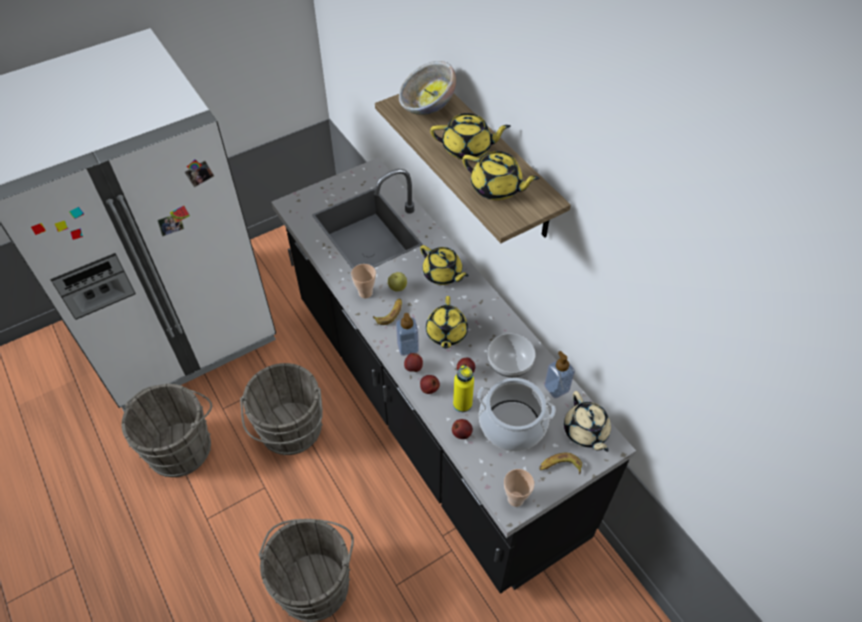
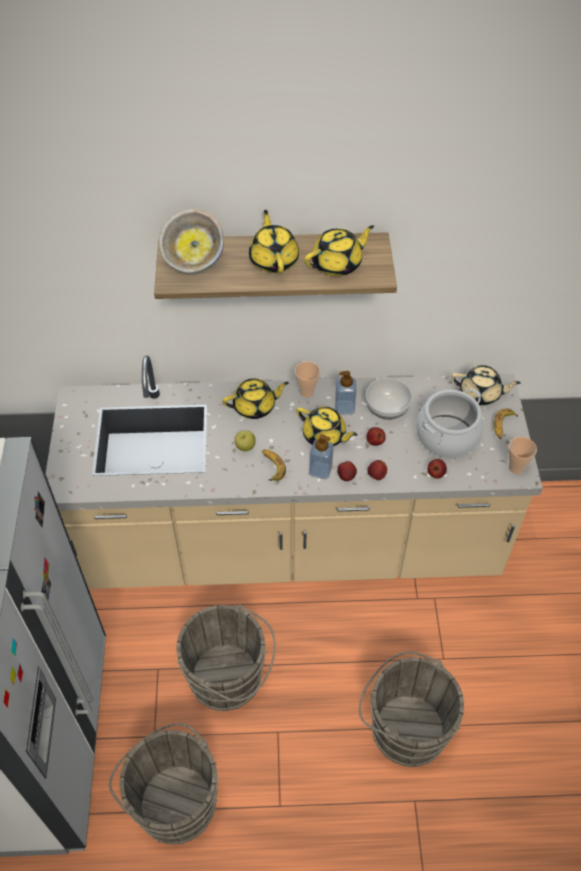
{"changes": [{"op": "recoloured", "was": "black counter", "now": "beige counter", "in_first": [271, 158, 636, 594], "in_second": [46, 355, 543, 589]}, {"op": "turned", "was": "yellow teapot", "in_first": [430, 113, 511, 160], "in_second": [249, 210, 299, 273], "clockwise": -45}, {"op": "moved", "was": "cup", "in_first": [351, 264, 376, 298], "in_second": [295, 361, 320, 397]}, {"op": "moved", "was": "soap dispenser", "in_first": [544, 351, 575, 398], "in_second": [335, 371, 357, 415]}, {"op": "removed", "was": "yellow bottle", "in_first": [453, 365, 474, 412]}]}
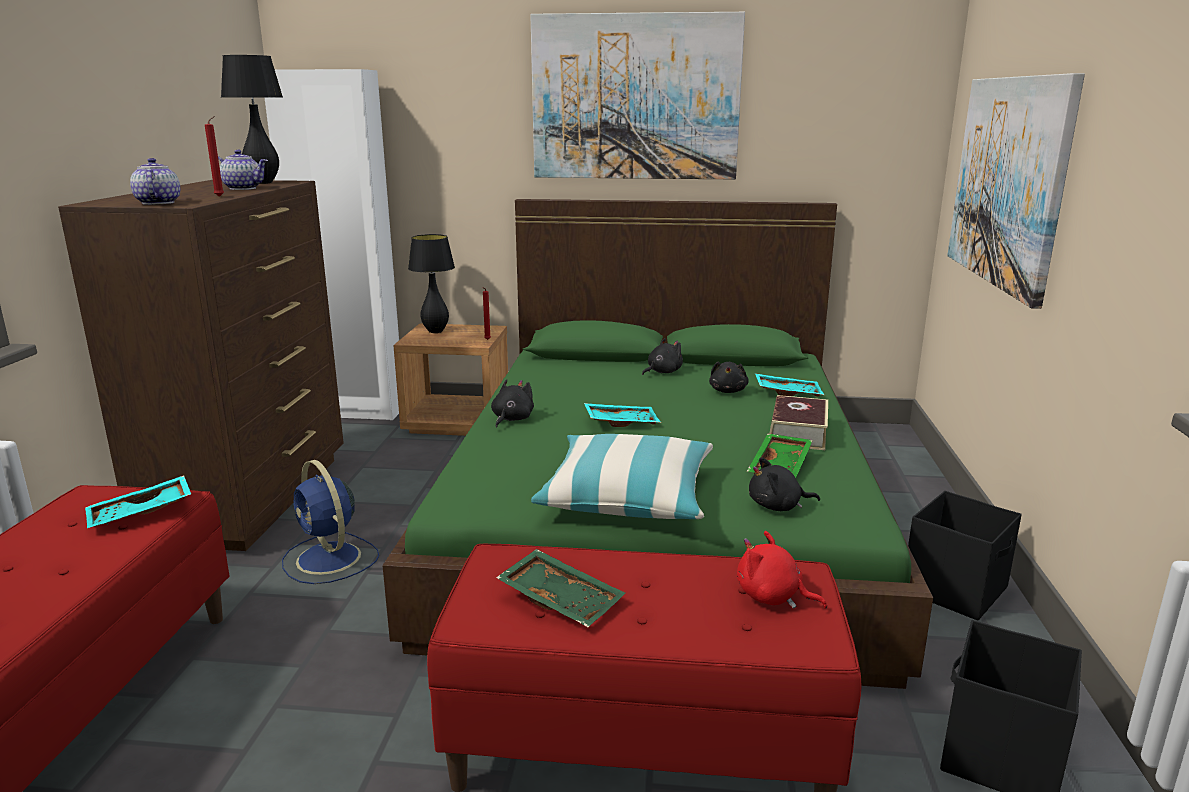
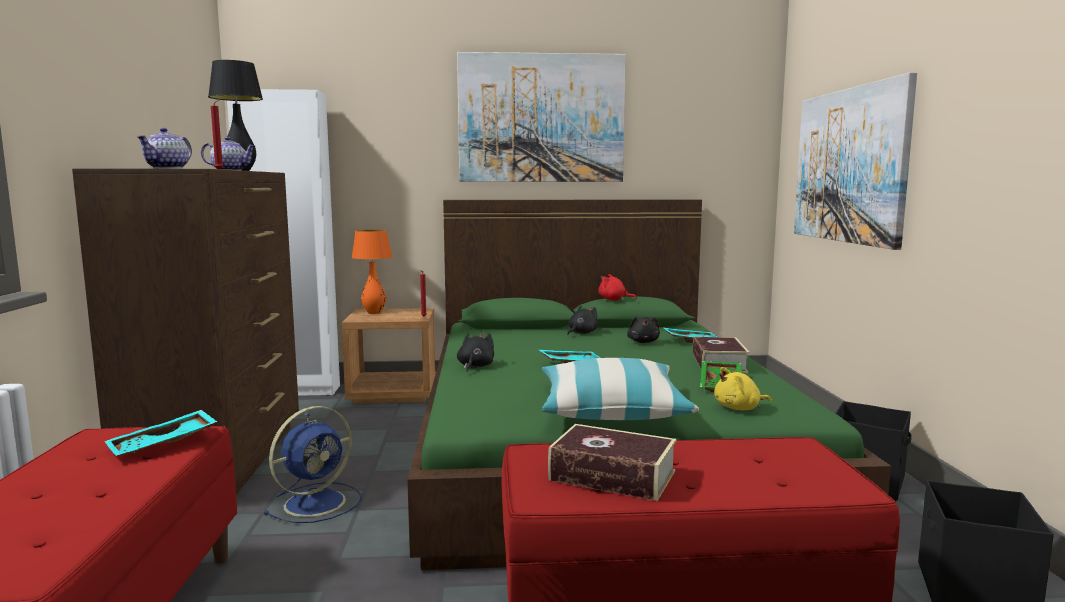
{"changes": [{"op": "turned", "was": "teapot", "in_first": [130, 158, 180, 205], "in_second": [137, 128, 192, 169], "clockwise": -135}, {"op": "turned", "was": "blue fan", "in_first": [282, 460, 379, 584], "in_second": [264, 406, 362, 523], "clockwise": -90}, {"op": "recoloured", "was": "black table lamp", "now": "orange table lamp", "in_first": [408, 234, 455, 333], "in_second": [351, 230, 392, 314]}, {"op": "replaced", "was": "green tray", "now": "book", "in_first": [496, 549, 625, 627], "in_second": [548, 424, 676, 501]}, {"op": "moved", "was": "red plush toy", "in_first": [737, 531, 827, 609], "in_second": [599, 274, 637, 301]}, {"op": "recoloured", "was": "black plush toy", "now": "yellow plush toy", "in_first": [749, 457, 820, 511], "in_second": [714, 367, 772, 410]}]}
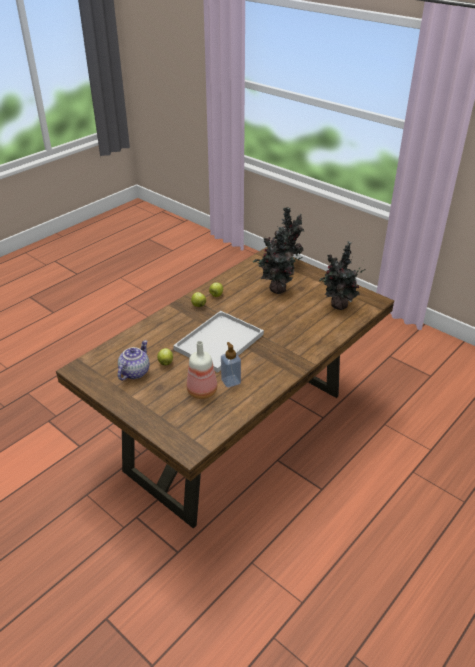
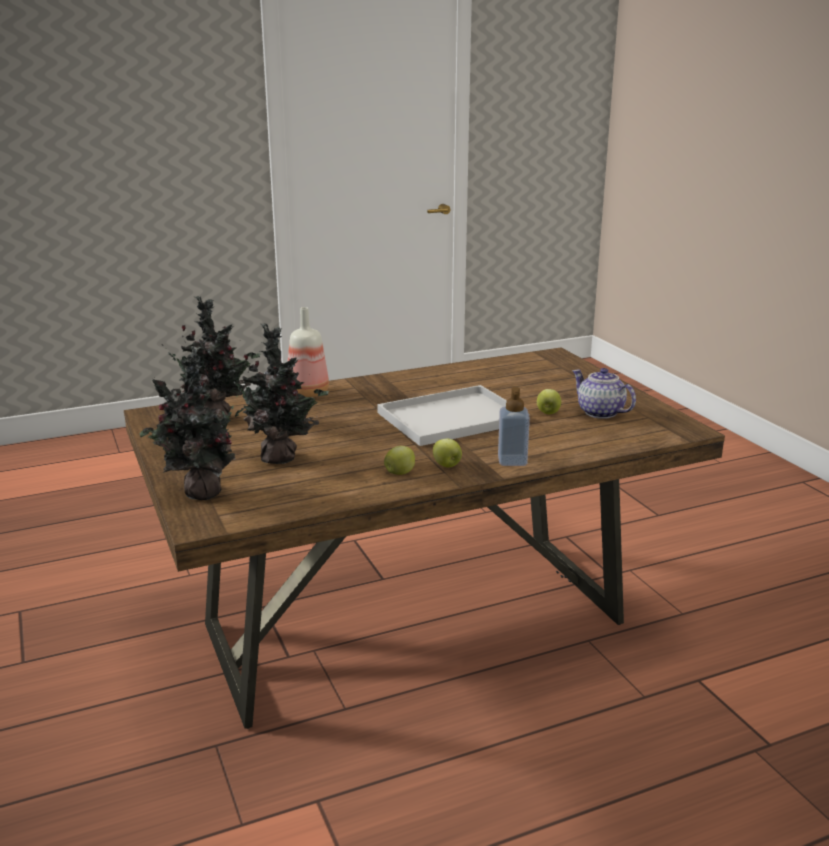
{"changes": [{"op": "moved", "was": "bottle", "in_first": [187, 341, 217, 399], "in_second": [288, 307, 329, 397]}, {"op": "moved", "was": "soap dispenser", "in_first": [221, 342, 241, 388], "in_second": [498, 387, 530, 466]}, {"op": "turned", "was": "teapot", "in_first": [118, 340, 149, 380], "in_second": [572, 368, 636, 419], "clockwise": 90}]}
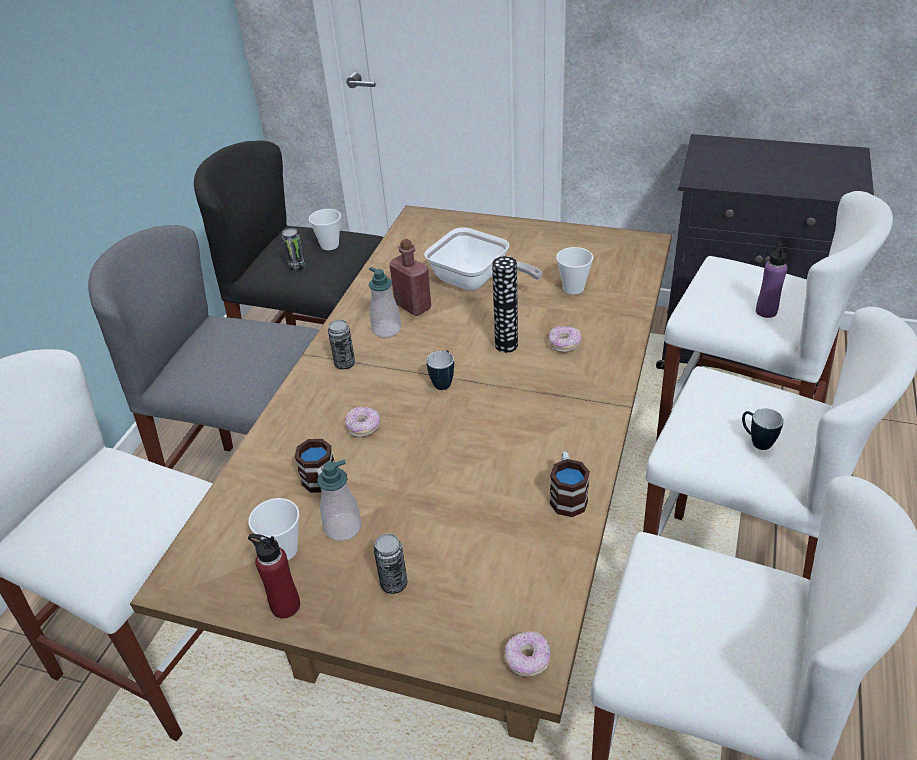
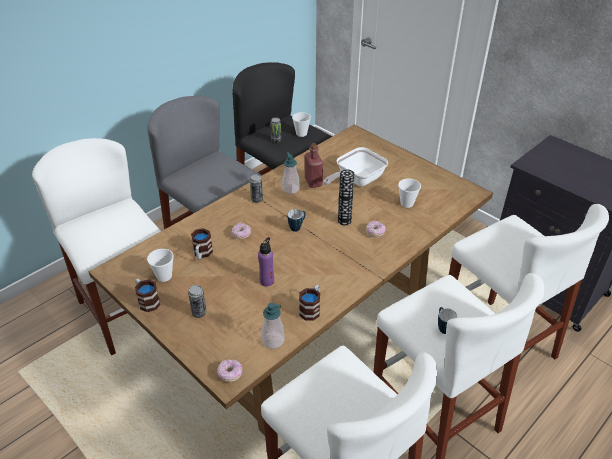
{"changes": [{"op": "replaced", "was": "red bottle", "now": "mug", "in_first": [248, 534, 300, 618], "in_second": [135, 278, 161, 312]}, {"op": "moved", "was": "purple bottle", "in_first": [756, 241, 788, 318], "in_second": [258, 237, 274, 286]}, {"op": "moved", "was": "soap dispenser", "in_first": [317, 460, 362, 541], "in_second": [262, 303, 285, 349]}, {"op": "turned", "was": "frying pan", "in_first": [424, 227, 542, 291], "in_second": [323, 147, 388, 186], "clockwise": 75}]}
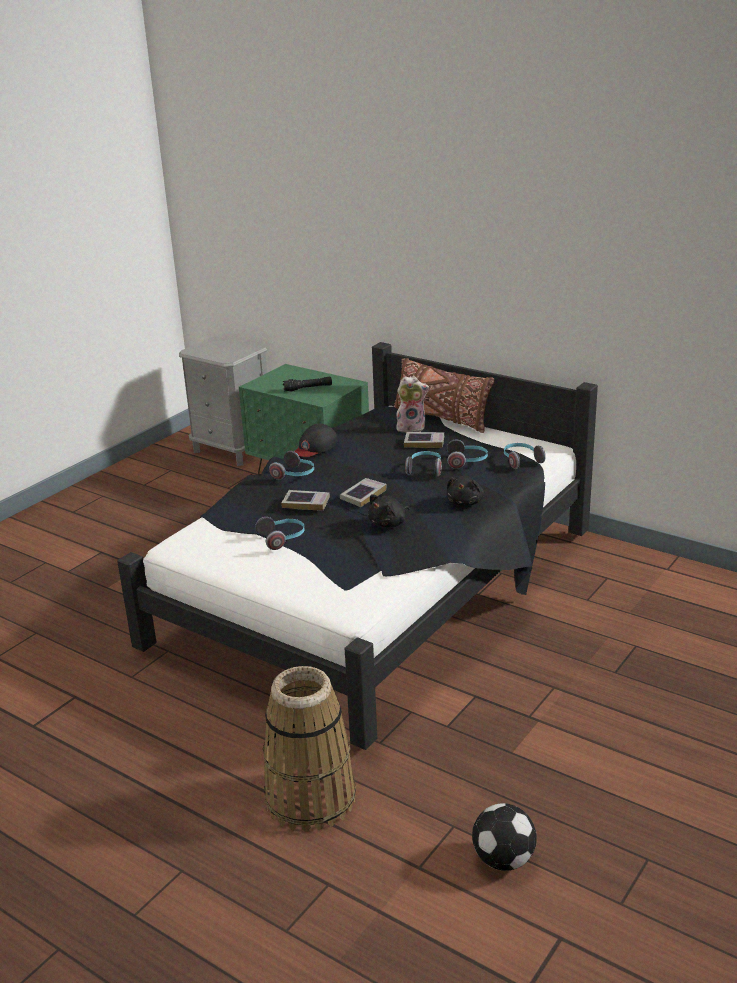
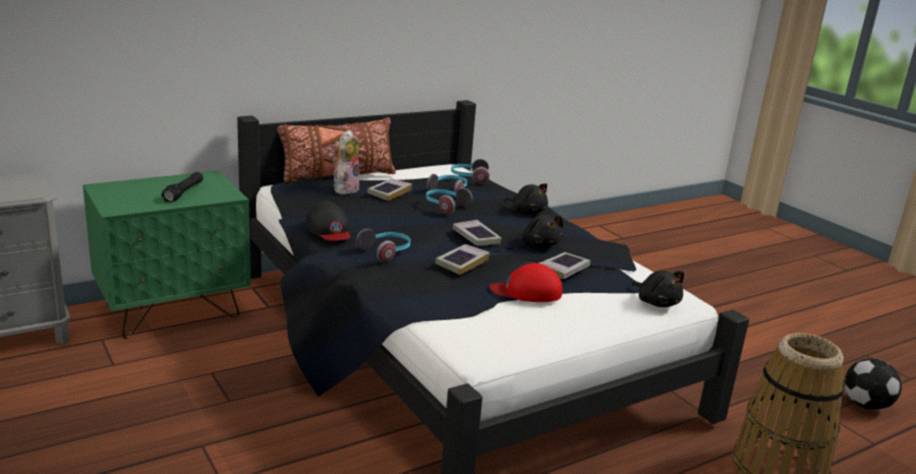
{"changes": [{"op": "replaced", "was": "headphones", "now": "red cap", "in_first": [255, 517, 305, 550], "in_second": [489, 263, 562, 302]}, {"op": "added", "now": "book", "in_second": [539, 252, 591, 279]}, {"op": "added", "now": "black plush toy", "in_second": [631, 270, 684, 307]}]}
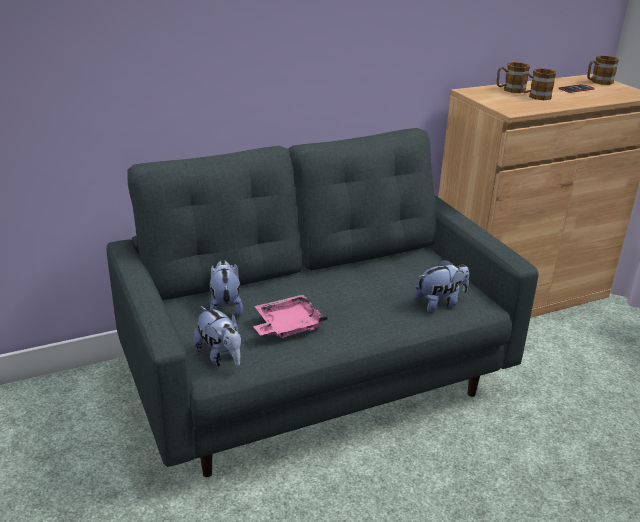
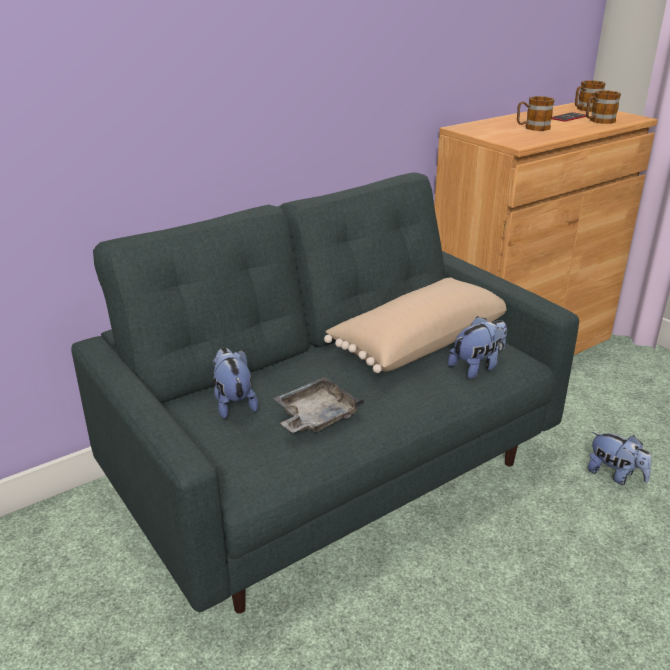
{"changes": [{"op": "recoloured", "was": "pink tray", "now": "grey tray", "in_first": [253, 295, 328, 338], "in_second": [273, 377, 364, 433]}, {"op": "added", "now": "beige pillow", "in_second": [324, 278, 506, 373]}, {"op": "moved", "was": "mug", "in_first": [497, 62, 530, 93], "in_second": [586, 90, 621, 124]}, {"op": "moved", "was": "plush toy", "in_first": [193, 306, 241, 366], "in_second": [587, 432, 652, 485]}]}
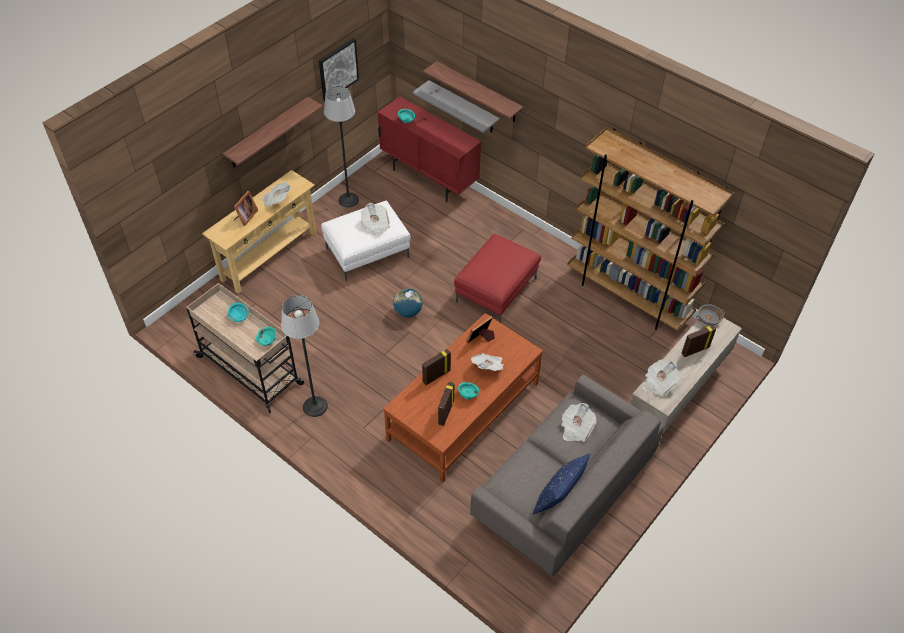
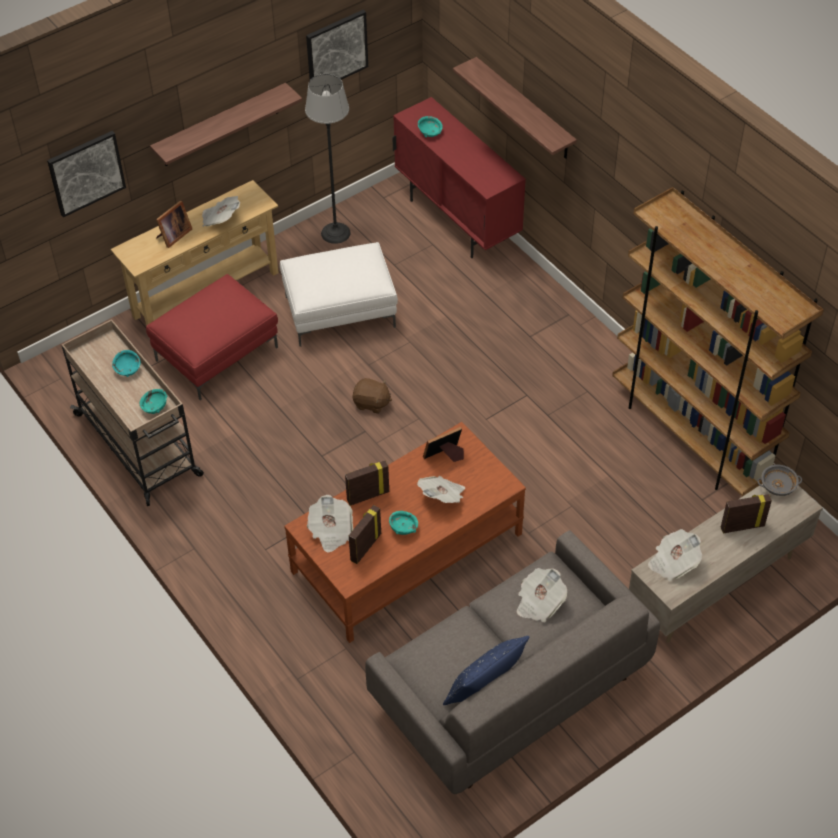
{"changes": [{"op": "added", "now": "picture", "in_second": [47, 131, 126, 217]}, {"op": "moved", "was": "red ottoman", "in_first": [454, 233, 541, 323], "in_second": [146, 274, 278, 400]}, {"op": "moved", "was": "newspaper", "in_first": [361, 203, 390, 237], "in_second": [307, 495, 353, 553]}, {"op": "replaced", "was": "globe", "now": "brown plush toy", "in_first": [393, 288, 422, 318], "in_second": [352, 378, 392, 414]}, {"op": "removed", "was": "floor lamp", "in_first": [281, 295, 328, 417]}, {"op": "removed", "was": "grey shelf", "in_first": [412, 80, 500, 133]}]}
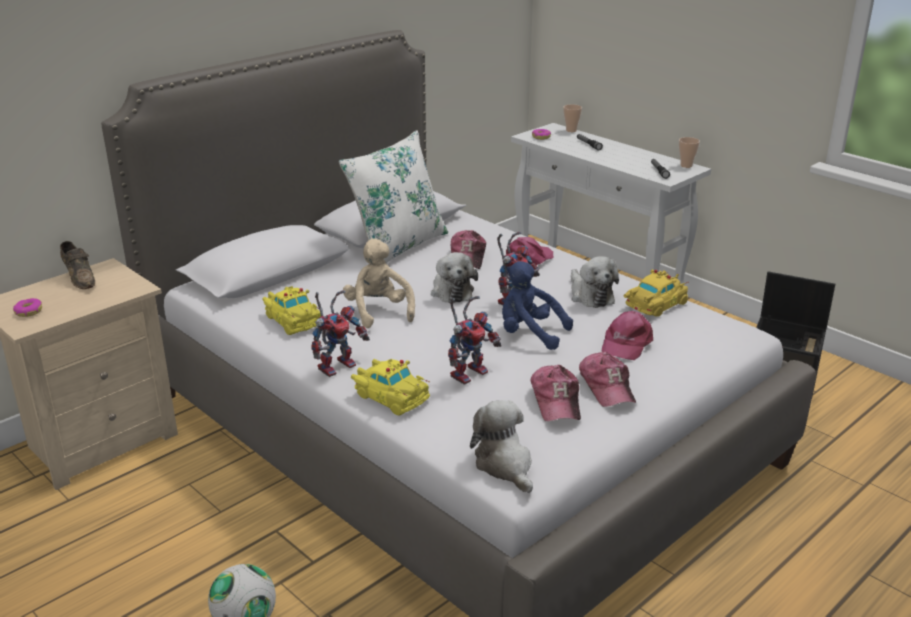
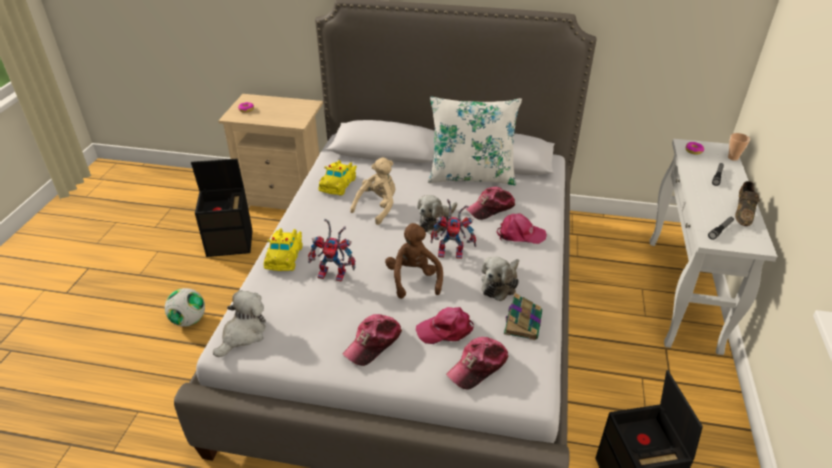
{"changes": [{"op": "added", "now": "black storage box", "in_second": [191, 159, 253, 257]}, {"op": "recoloured", "was": "blue plush toy", "now": "brown plush toy", "in_first": [502, 261, 573, 350], "in_second": [385, 223, 443, 299]}, {"op": "moved", "was": "cap", "in_first": [531, 365, 581, 421], "in_second": [446, 337, 509, 390]}, {"op": "replaced", "was": "yellow toy car", "now": "book", "in_first": [624, 269, 689, 317], "in_second": [504, 293, 542, 340]}, {"op": "moved", "was": "brown shoe", "in_first": [60, 241, 95, 289], "in_second": [735, 181, 760, 226]}, {"op": "removed", "was": "toy robot", "in_first": [311, 290, 370, 377]}, {"op": "removed", "was": "cup", "in_first": [679, 137, 700, 168]}]}
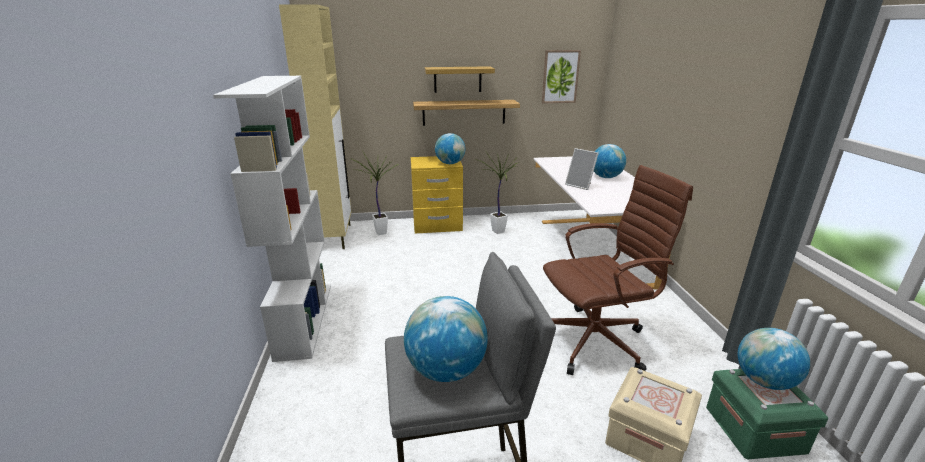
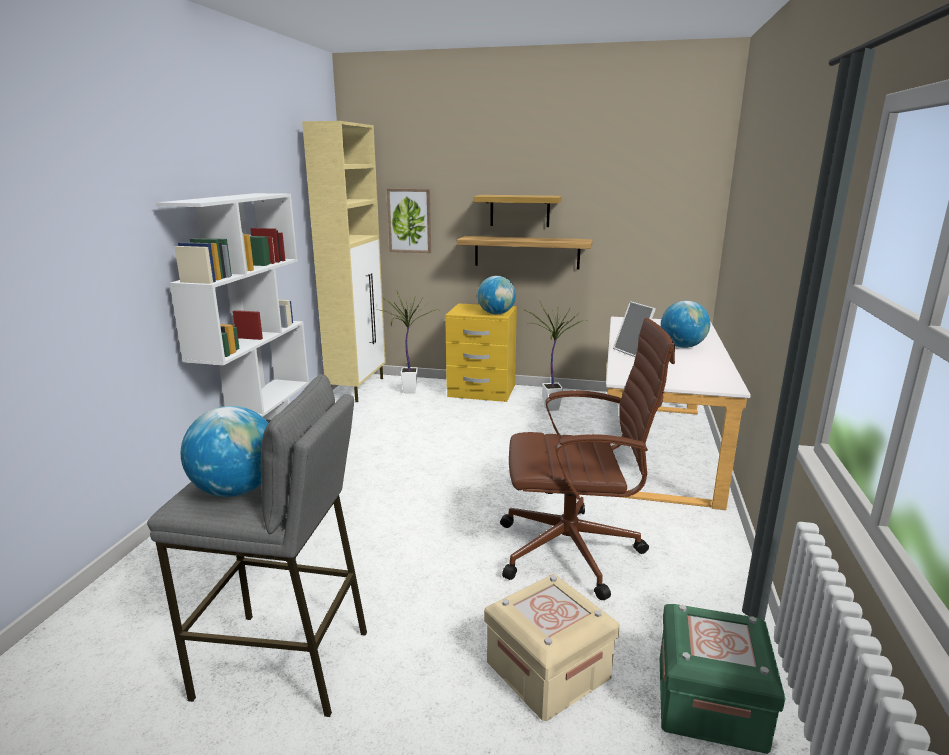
{"changes": [{"op": "moved", "was": "picture", "in_first": [542, 50, 581, 103], "in_second": [387, 189, 431, 253]}, {"op": "removed", "was": "globe", "in_first": [738, 328, 810, 390]}]}
